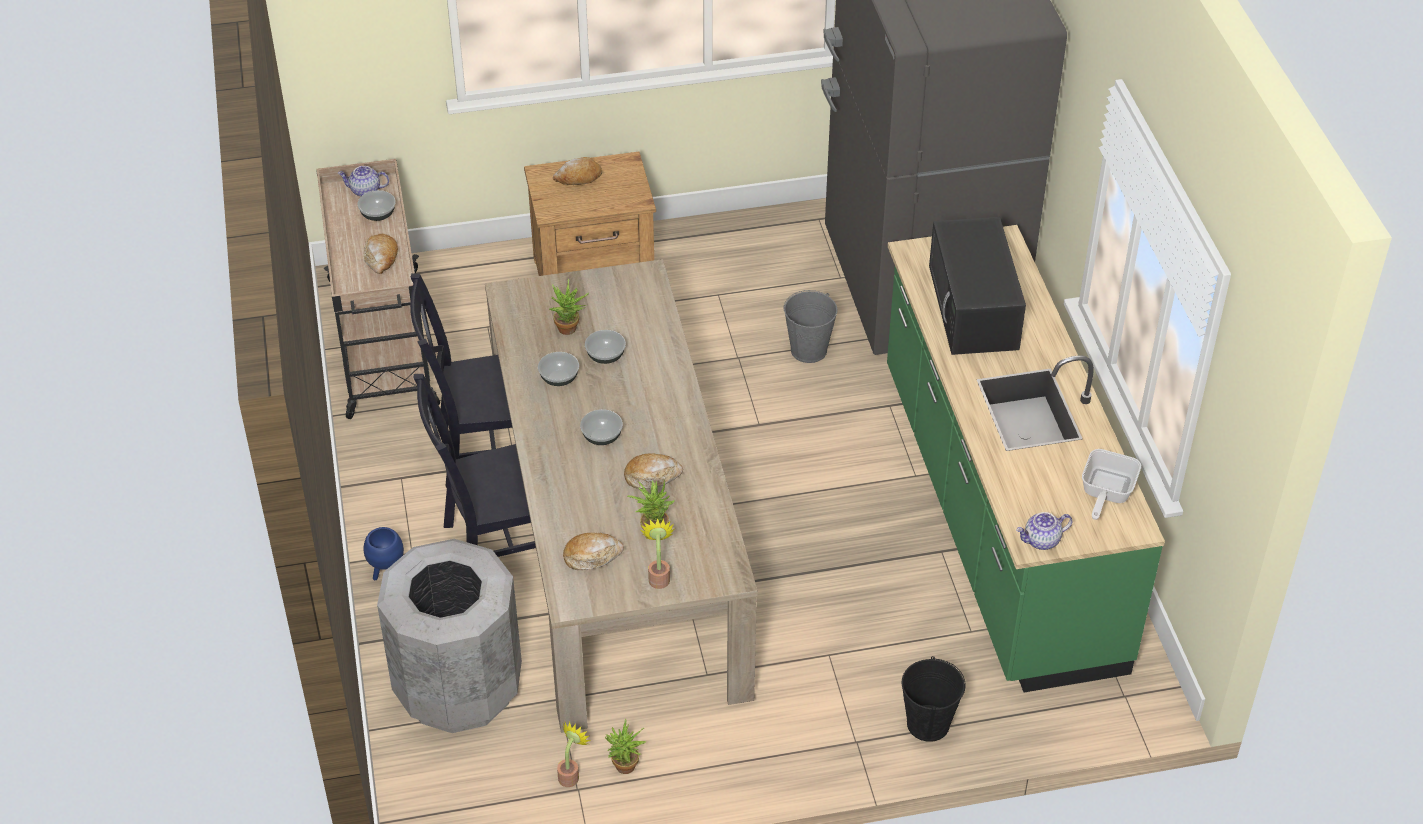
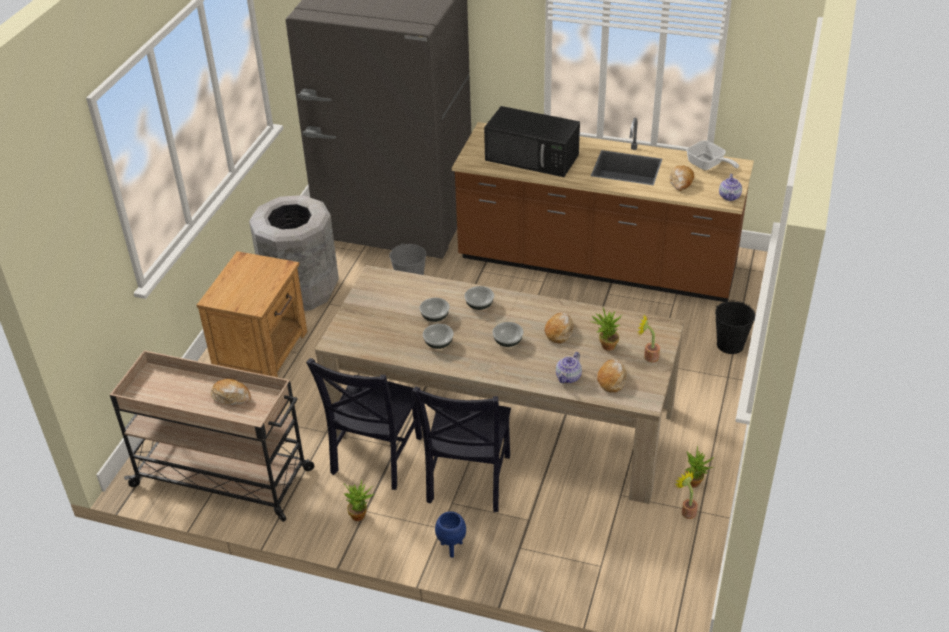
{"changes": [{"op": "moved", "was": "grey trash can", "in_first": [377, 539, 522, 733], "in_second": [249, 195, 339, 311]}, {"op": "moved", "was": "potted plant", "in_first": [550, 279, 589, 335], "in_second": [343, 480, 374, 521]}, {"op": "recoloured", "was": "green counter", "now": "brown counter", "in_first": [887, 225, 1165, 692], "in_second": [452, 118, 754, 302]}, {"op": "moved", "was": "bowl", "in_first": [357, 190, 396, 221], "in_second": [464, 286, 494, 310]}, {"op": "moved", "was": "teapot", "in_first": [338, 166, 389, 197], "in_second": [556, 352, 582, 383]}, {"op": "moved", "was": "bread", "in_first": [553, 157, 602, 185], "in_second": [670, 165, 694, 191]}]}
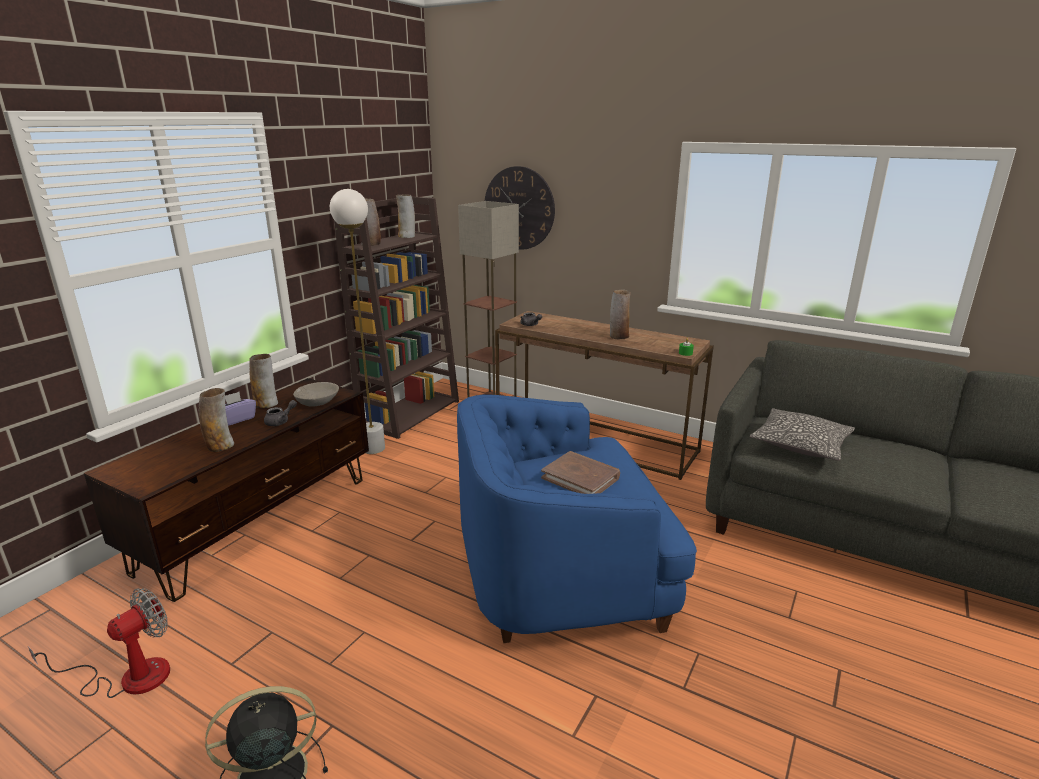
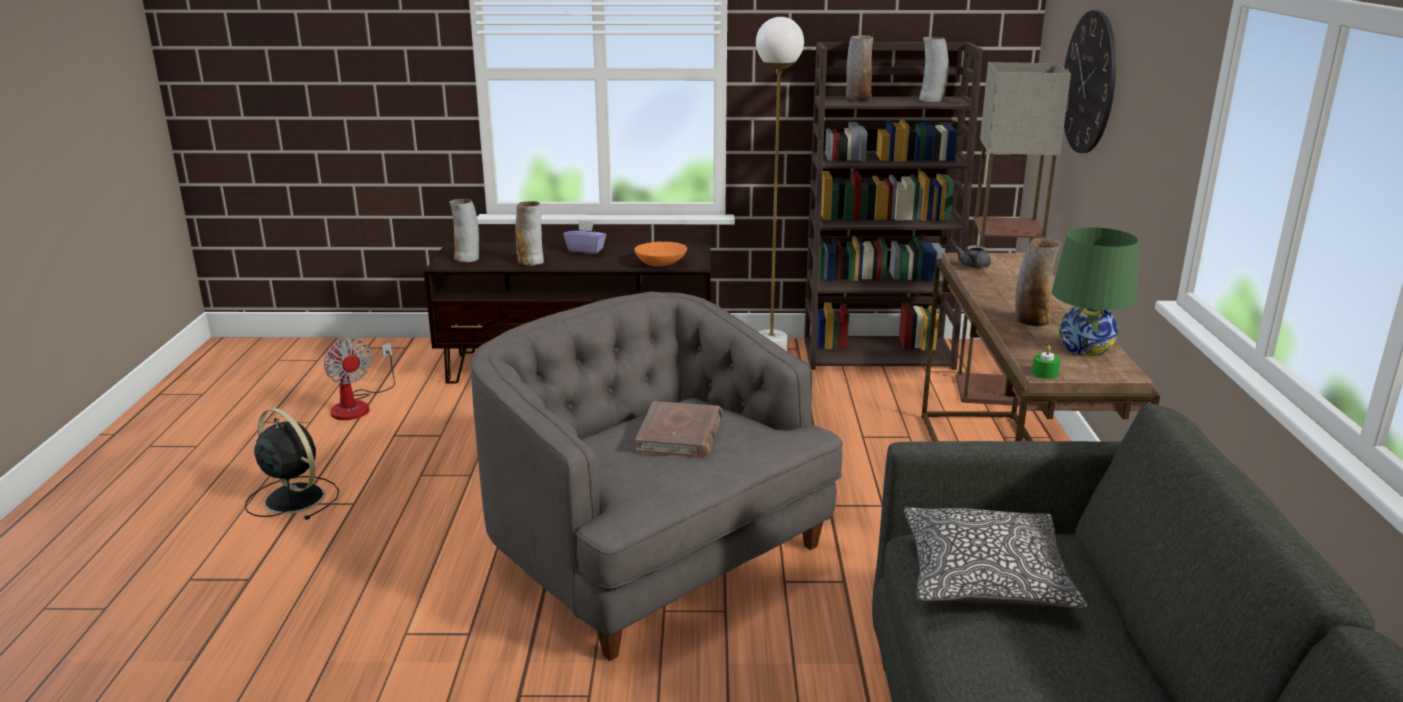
{"changes": [{"op": "turned", "was": "fan", "in_first": [28, 588, 170, 698], "in_second": [324, 338, 395, 420], "clockwise": 45}, {"op": "moved", "was": "vase", "in_first": [249, 354, 278, 408], "in_second": [449, 198, 479, 262]}, {"op": "recoloured", "was": "blue armchair", "now": "grey armchair", "in_first": [457, 395, 697, 643], "in_second": [471, 291, 843, 661]}, {"op": "recoloured", "was": "grey bowl", "now": "orange bowl", "in_first": [293, 382, 339, 407], "in_second": [634, 241, 687, 266]}, {"op": "added", "now": "green table lamp", "in_second": [1052, 227, 1139, 356]}, {"op": "removed", "was": "grey teapot", "in_first": [264, 400, 297, 426]}]}
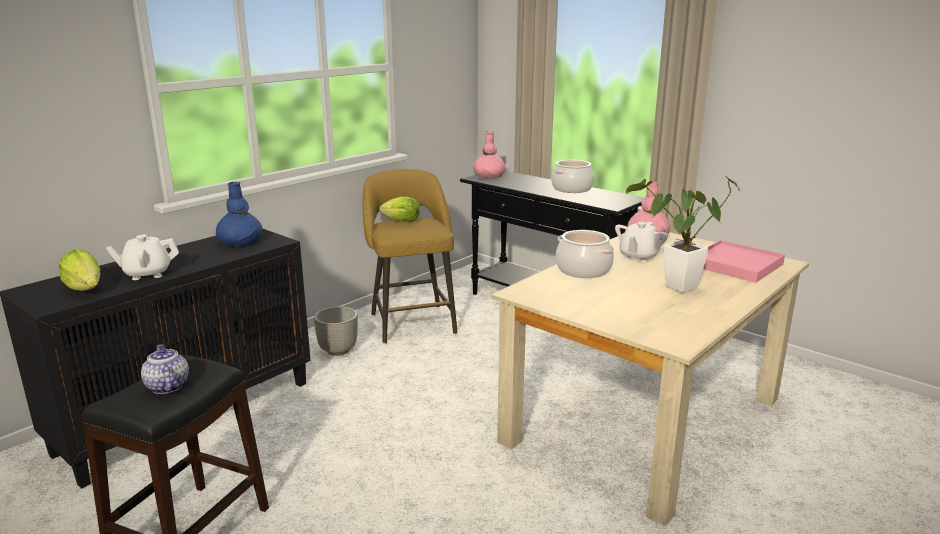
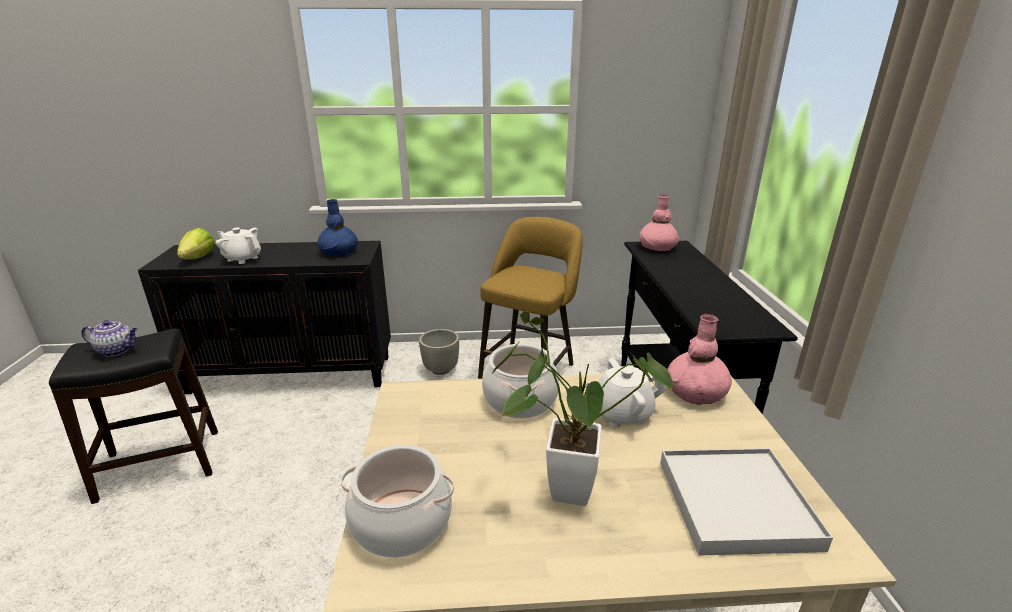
{"changes": [{"op": "turned", "was": "teapot", "in_first": [141, 344, 189, 394], "in_second": [82, 320, 137, 357], "clockwise": 75}, {"op": "moved", "was": "cooking pot", "in_first": [551, 160, 594, 193], "in_second": [341, 445, 454, 558]}, {"op": "recoloured", "was": "pink tray", "now": "white tray", "in_first": [703, 240, 785, 283], "in_second": [660, 448, 833, 556]}, {"op": "removed", "was": "lettuce", "in_first": [379, 196, 420, 222]}]}
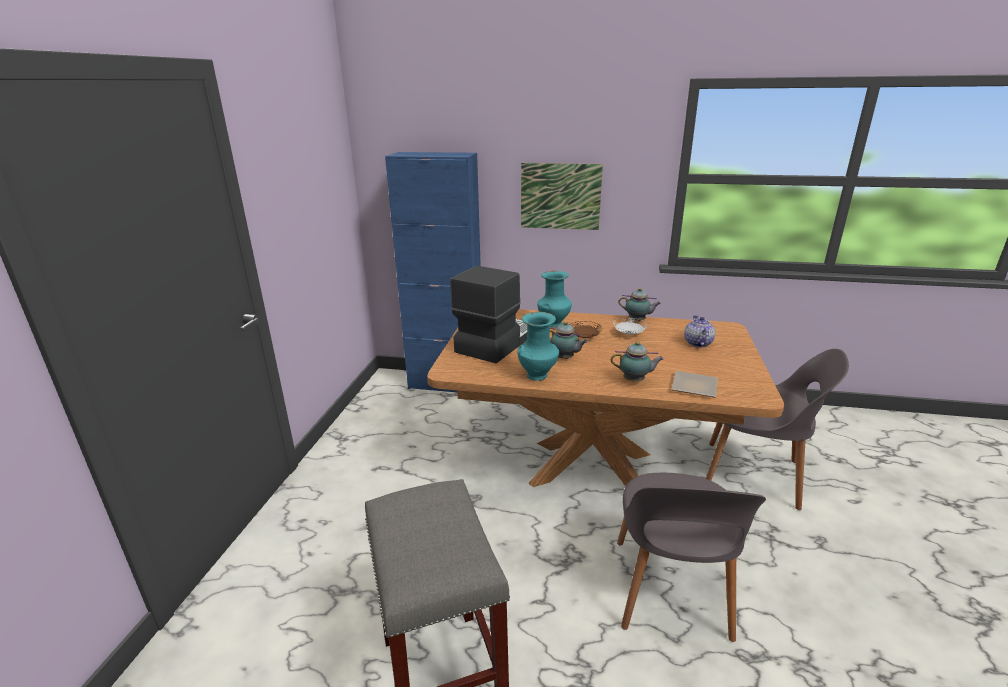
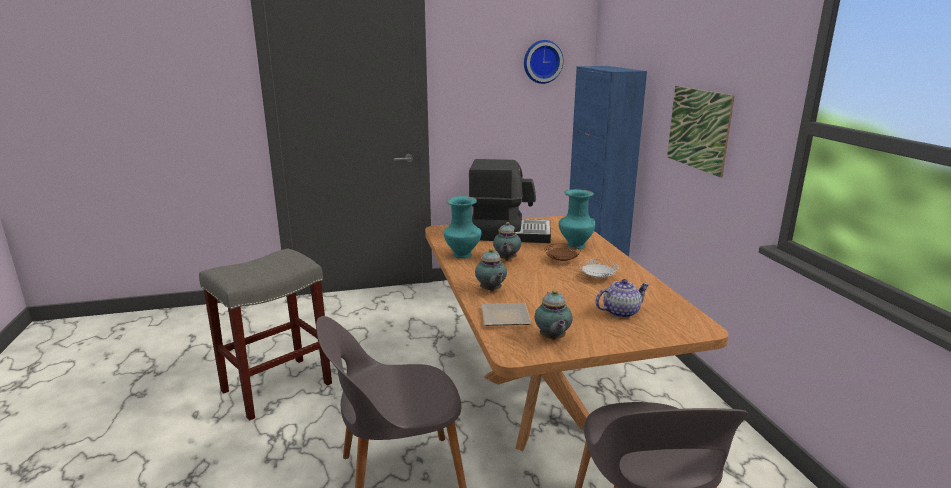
{"changes": [{"op": "added", "now": "wall clock", "in_second": [524, 40, 563, 84]}, {"op": "moved", "was": "teapot", "in_first": [618, 288, 661, 321], "in_second": [535, 290, 573, 340]}]}
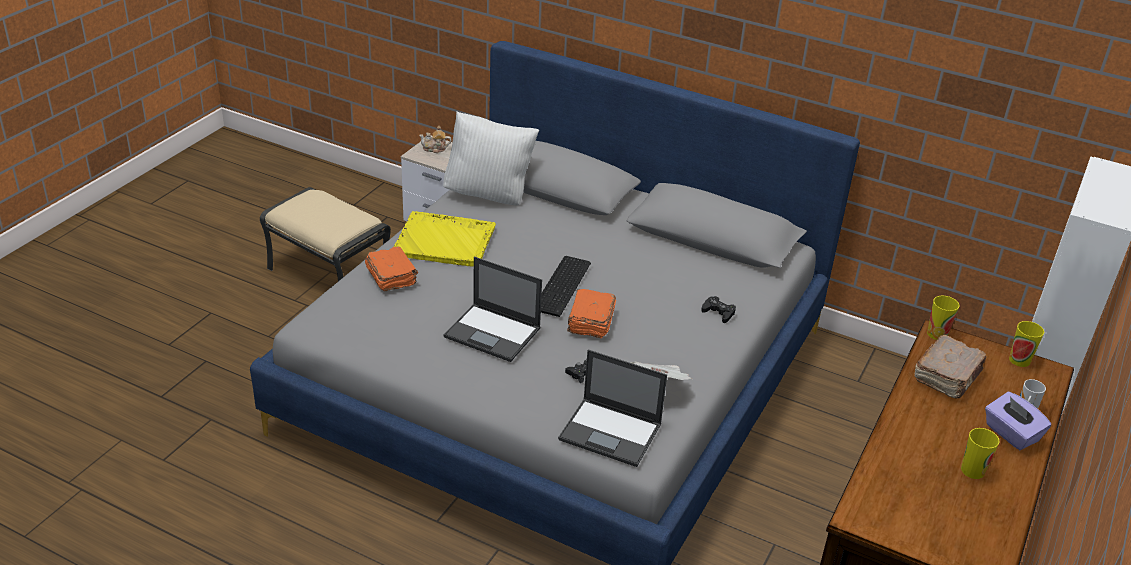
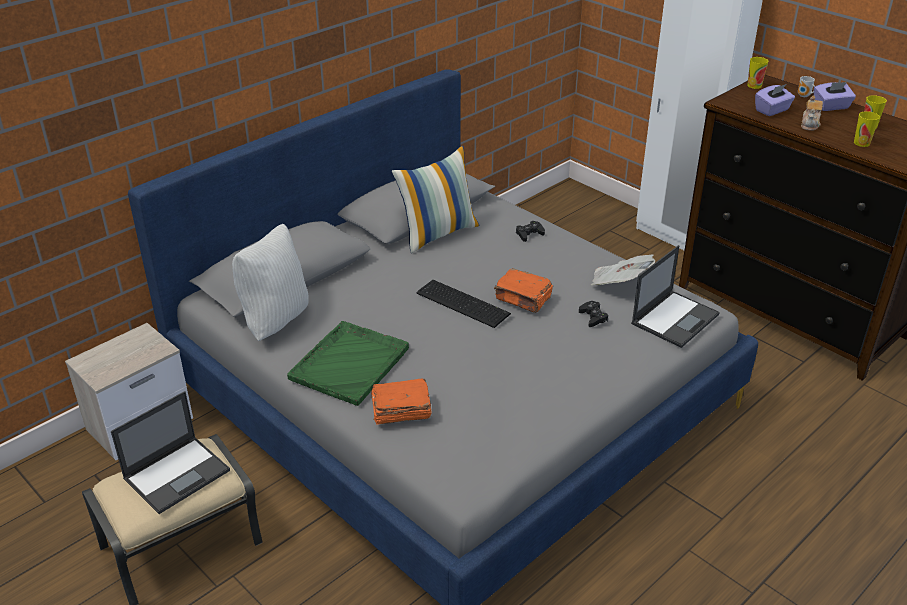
{"changes": [{"op": "moved", "was": "laptop", "in_first": [444, 257, 542, 362], "in_second": [111, 391, 230, 514]}, {"op": "recoloured", "was": "yellow tray", "now": "green tray", "in_first": [393, 211, 496, 267], "in_second": [287, 321, 409, 406]}, {"op": "added", "now": "pillow", "in_second": [392, 146, 479, 253]}, {"op": "replaced", "was": "brown book", "now": "purple tissue box", "in_first": [915, 335, 986, 399], "in_second": [755, 84, 795, 116]}, {"op": "moved", "was": "teapot", "in_first": [419, 125, 451, 153], "in_second": [801, 96, 823, 131]}, {"op": "moved", "was": "cup", "in_first": [927, 295, 960, 340], "in_second": [854, 111, 880, 147]}]}
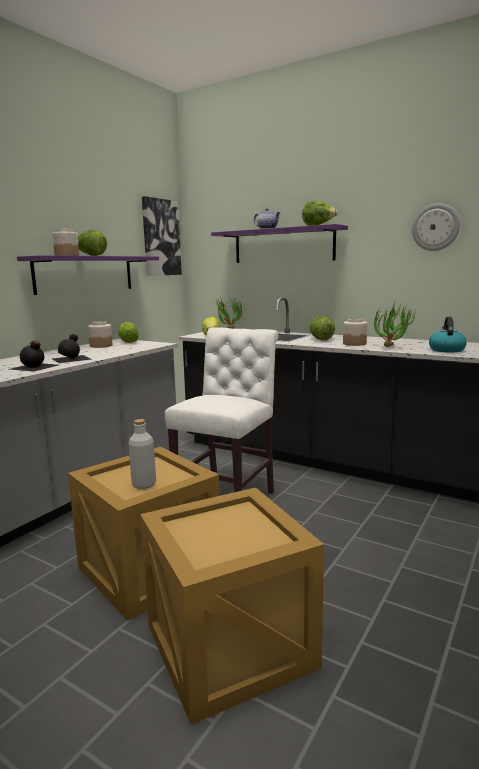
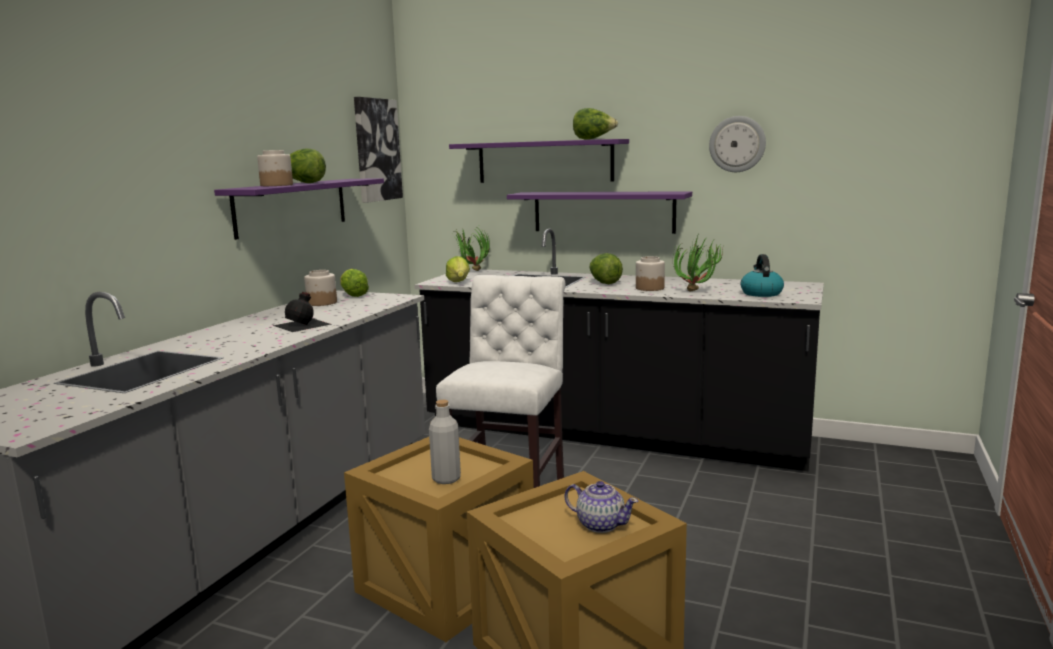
{"changes": [{"op": "added", "now": "purple shelf", "in_second": [507, 191, 692, 234]}, {"op": "moved", "was": "teapot", "in_first": [254, 208, 281, 229], "in_second": [565, 481, 638, 533]}, {"op": "removed", "was": "black bottle", "in_first": [10, 340, 58, 372]}]}
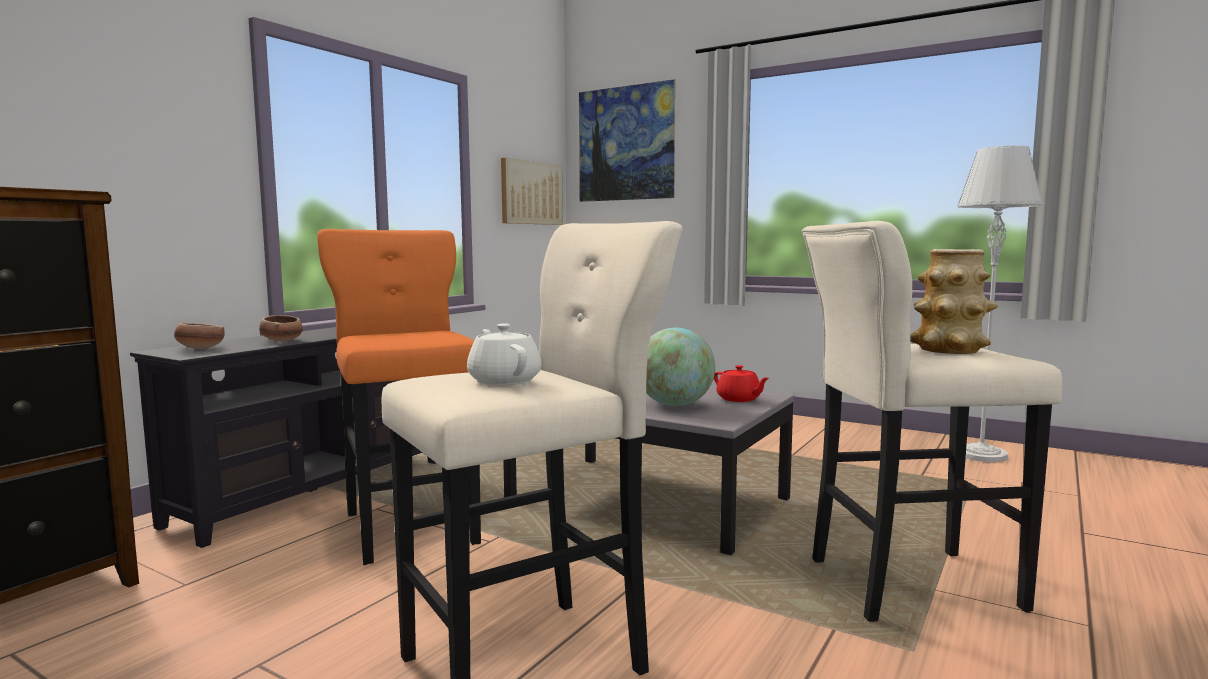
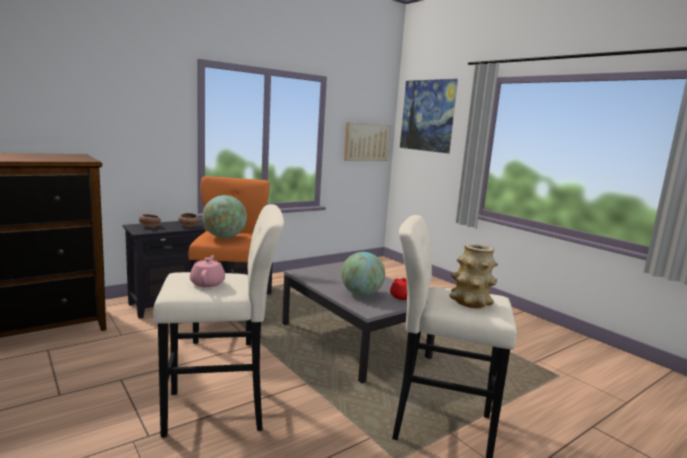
{"changes": [{"op": "recoloured", "was": "white teapot", "now": "pink teapot", "in_first": [467, 323, 541, 385], "in_second": [190, 255, 225, 287]}, {"op": "added", "now": "globe", "in_second": [202, 195, 247, 238]}, {"op": "removed", "was": "grey floor lamp", "in_first": [958, 146, 1042, 462]}]}
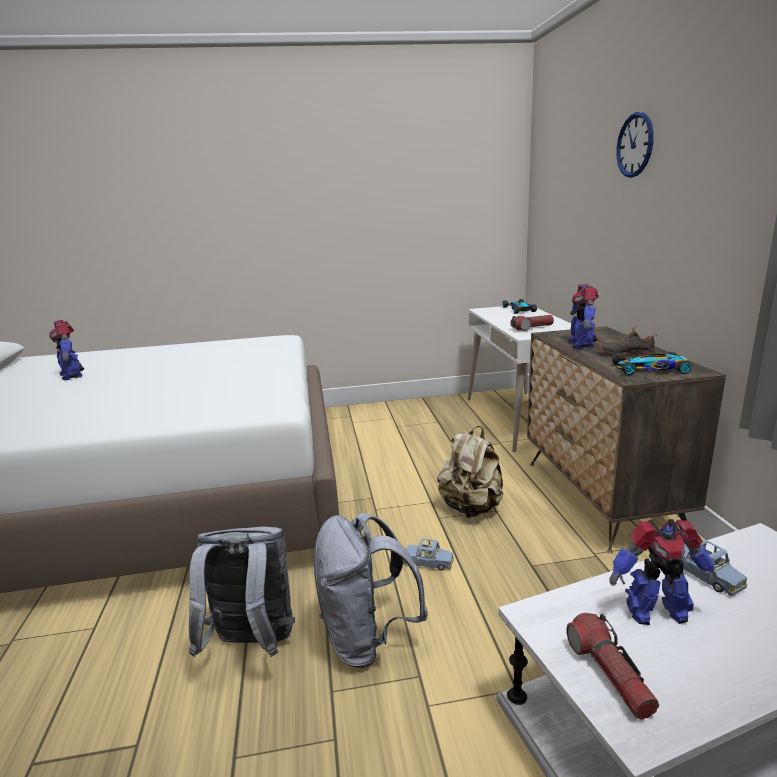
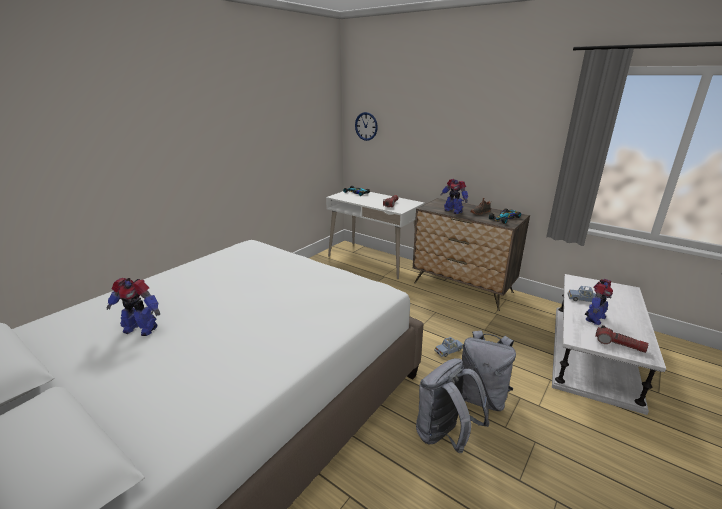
{"changes": [{"op": "moved", "was": "wall clock", "in_first": [616, 112, 654, 178], "in_second": [355, 112, 378, 141]}, {"op": "removed", "was": "beige backpack", "in_first": [437, 426, 503, 518]}]}
